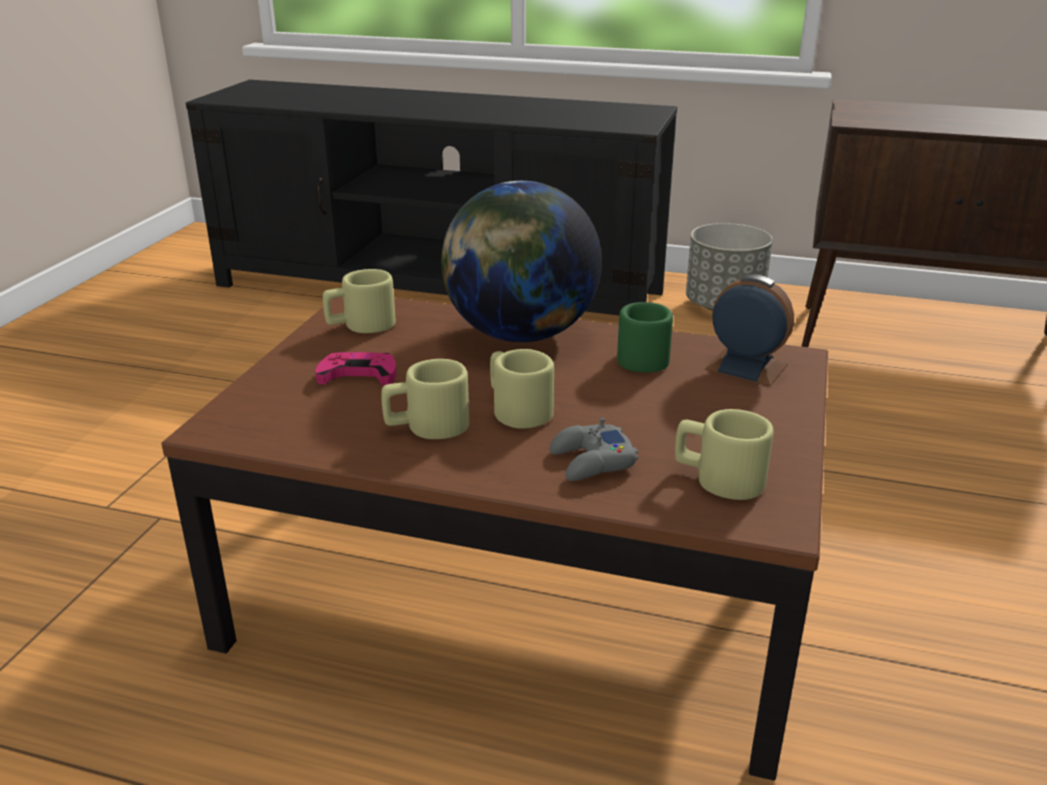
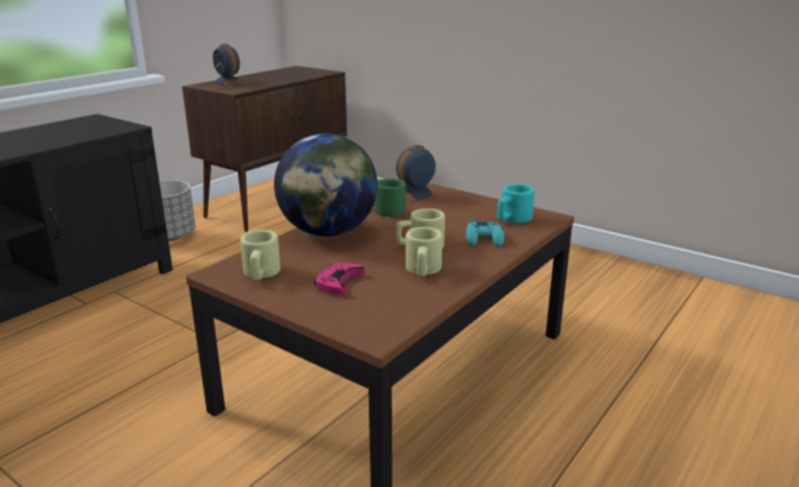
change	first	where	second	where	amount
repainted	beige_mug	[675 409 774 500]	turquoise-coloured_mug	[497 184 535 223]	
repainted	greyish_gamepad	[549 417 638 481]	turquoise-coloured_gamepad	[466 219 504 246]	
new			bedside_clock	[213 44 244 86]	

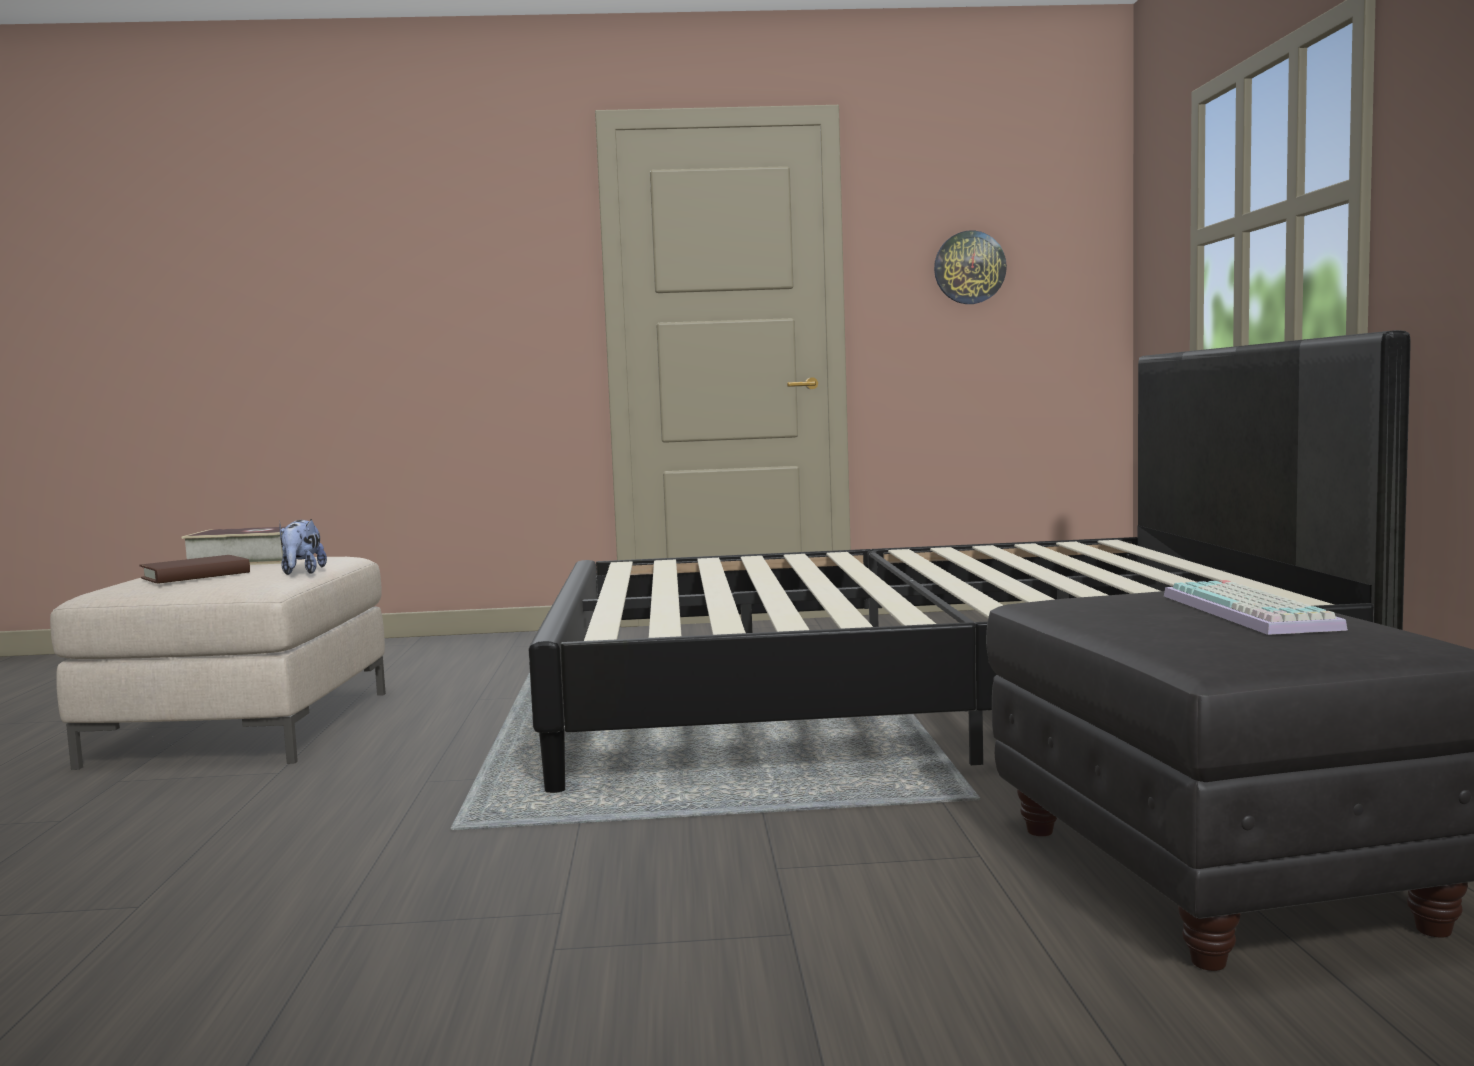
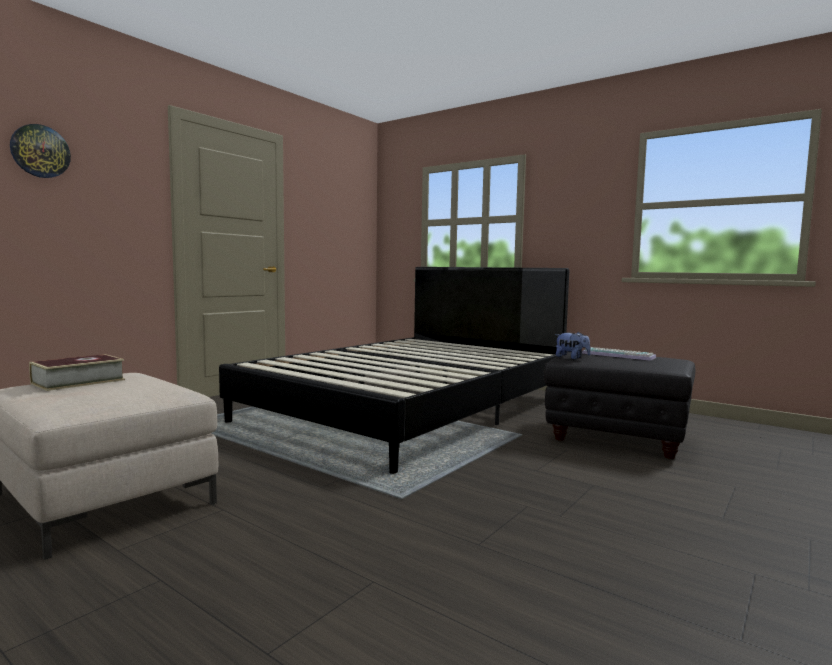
change	first	where	second	where	amount
shifted	wall_clock	[934 230 1007 304]		[10 124 71 178]	
shifted	cuddly_toy	[280 519 327 575]		[555 332 591 359]	
gone	brown-coloured_bound_book	[140 555 250 584]			

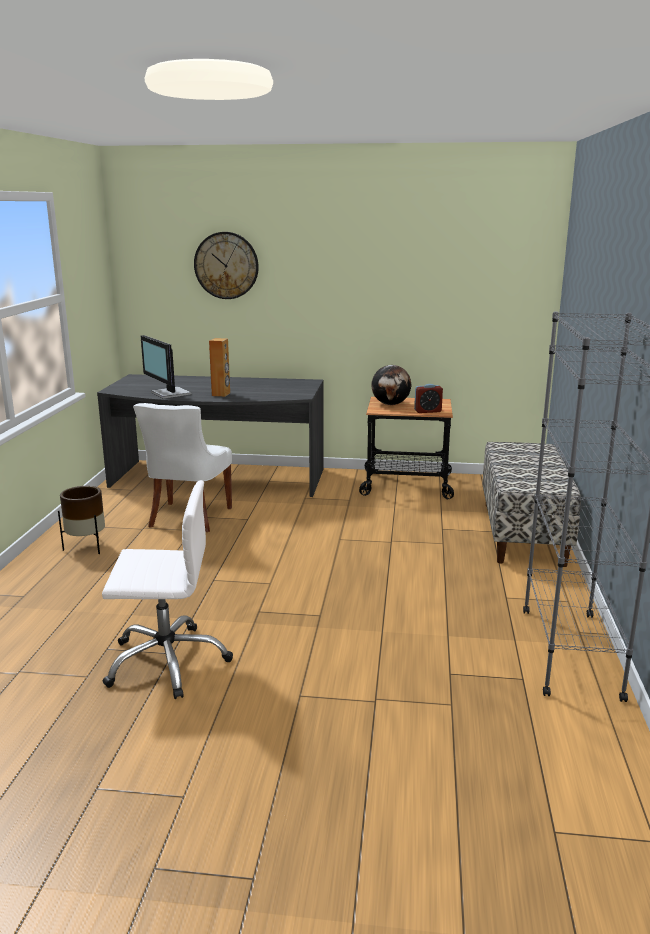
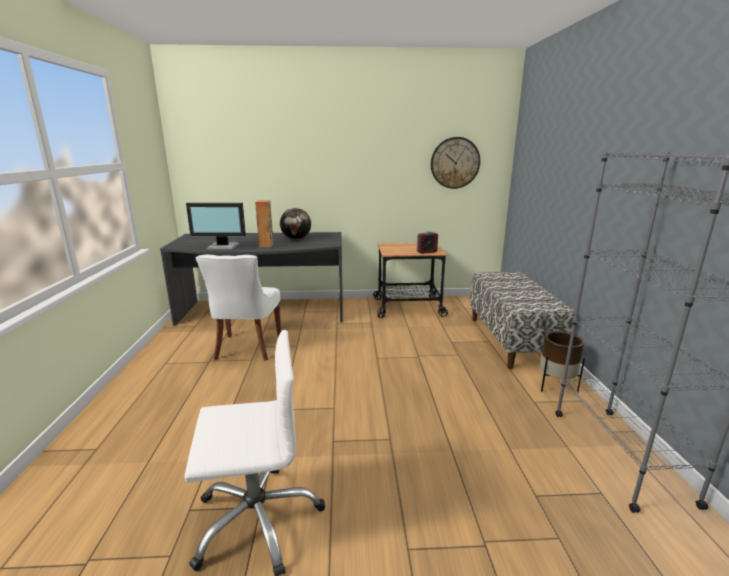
change	first	where	second	where	amount
shifted	wall_clock	[194 232 259 299]		[431 137 480 189]	
rotated	computer_screen	[141 335 191 399]		[186 203 246 250]	45 degrees counterclockwise
shifted	desk_globe	[371 365 411 405]		[280 208 311 240]	
shifted	brown-coloured_planter	[58 486 105 554]		[540 331 585 392]	

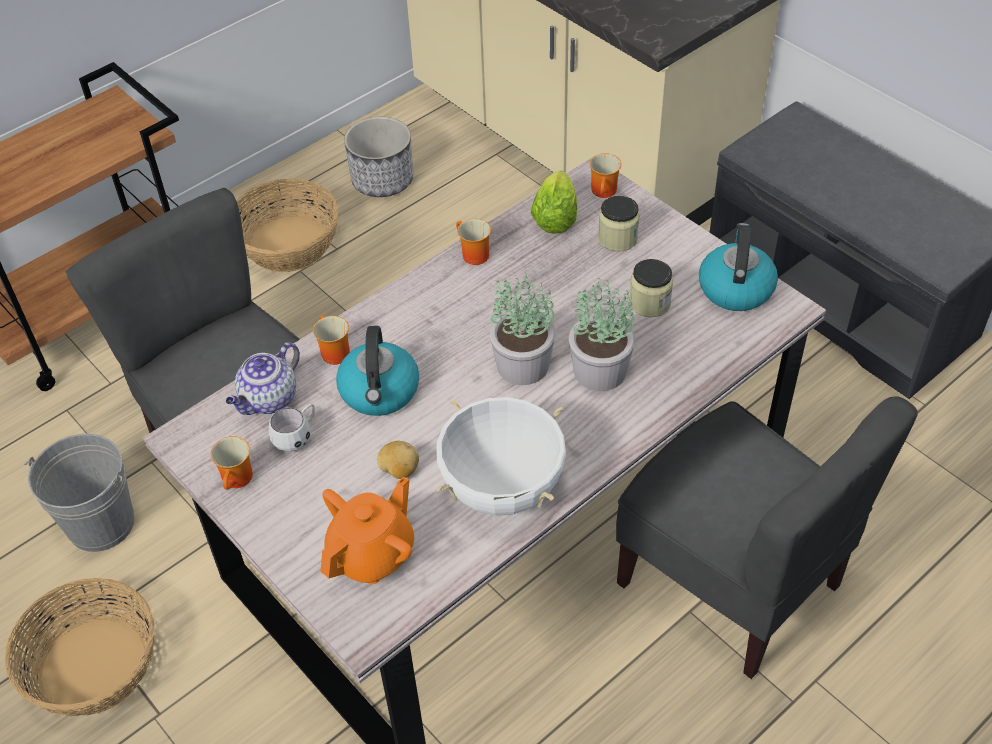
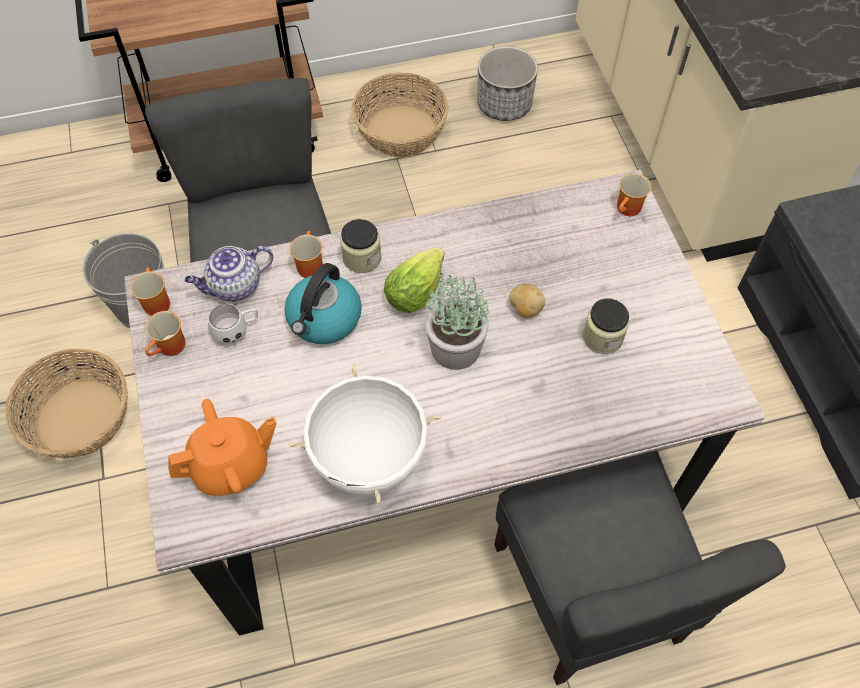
change	first	where	second	where	amount
shifted	lettuce	[531 170 577 234]		[384 247 444 313]	
shifted	jar	[598 196 640 252]		[340 219 381 273]	
shifted	mug	[456 219 491 265]		[130 267 170 316]	
gone	tea_kettle	[699 223 778 311]			
gone	plant_in_a_pot	[569 278 635 391]			
shifted	spud	[377 441 419 479]		[509 284 545 318]	

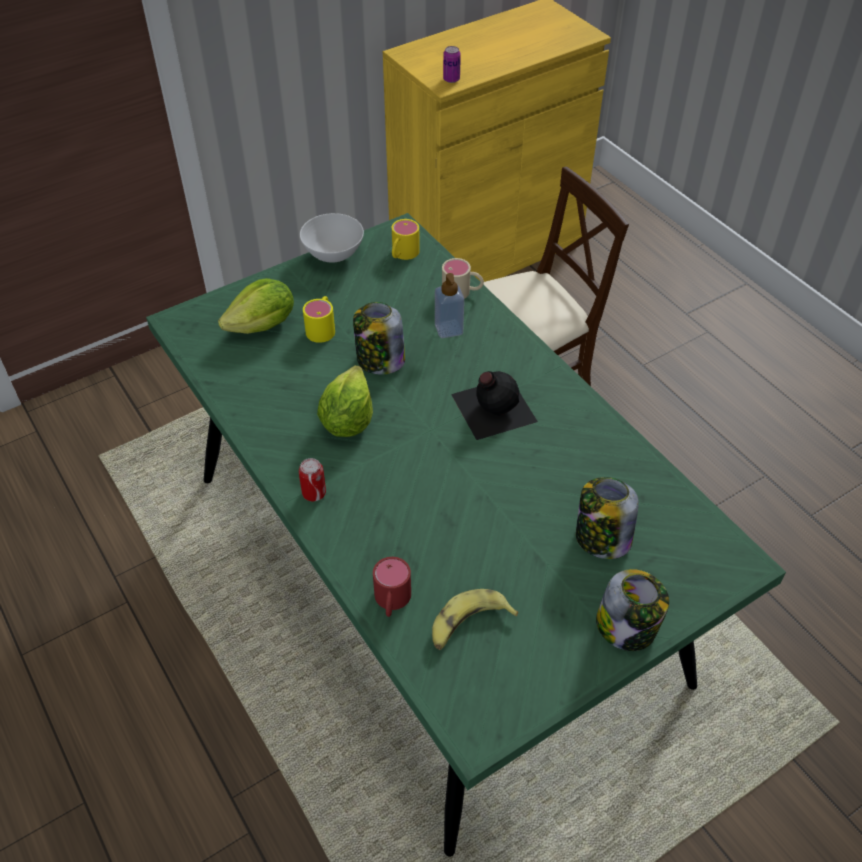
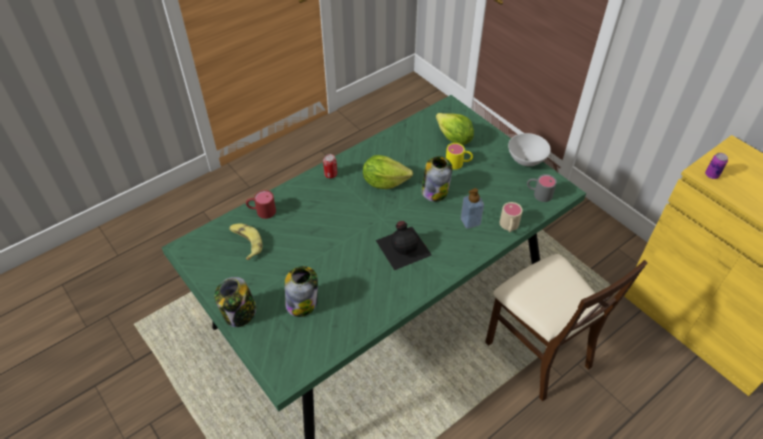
change	first	where	second	where	amount
repainted	yellowish_mug	[392 219 420 260]	greyish_mug	[527 174 557 202]	

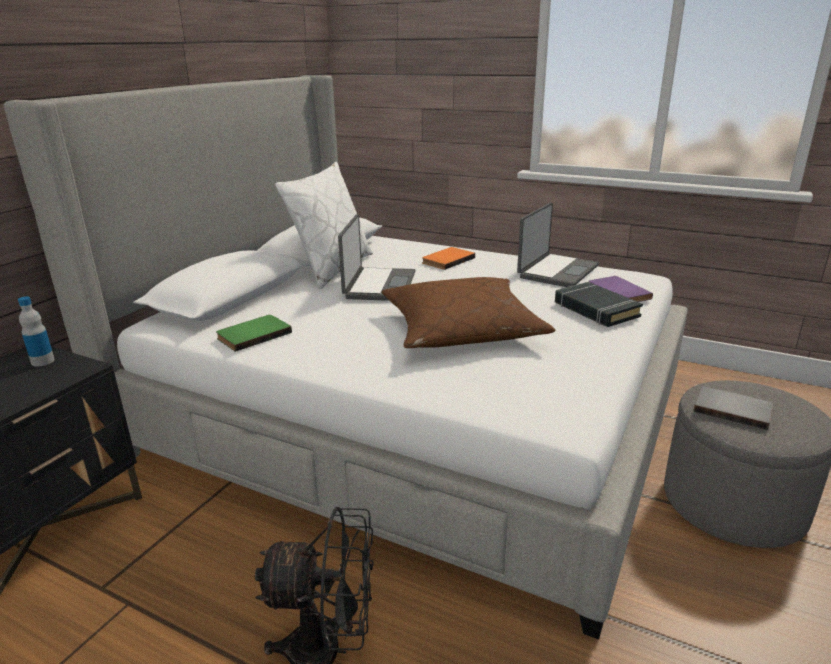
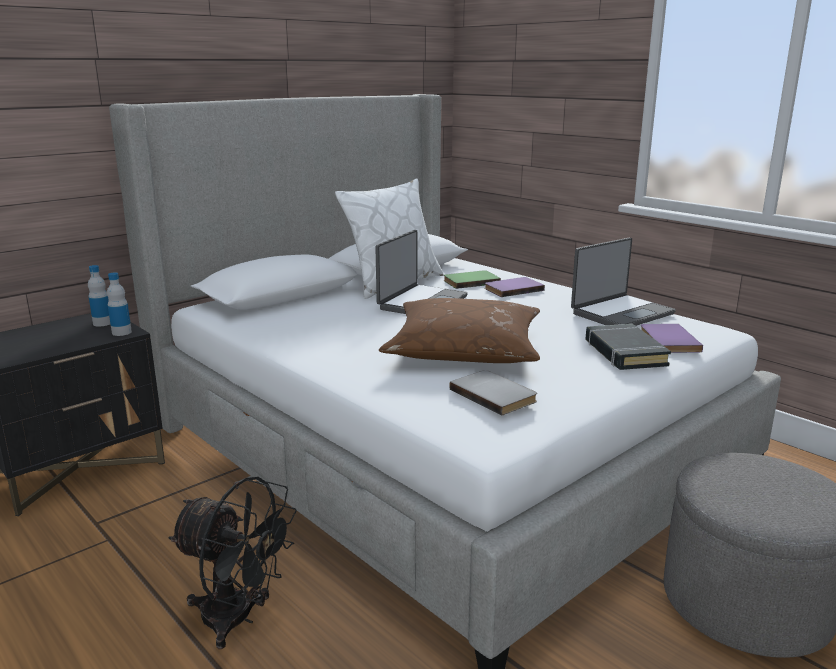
change	first	where	second	where	amount
repainted	orange-coloured_bound_book	[422 247 475 270]	purple_bound_book	[485 277 545 297]	
shifted	green-coloured_bound_book	[216 315 292 352]		[444 270 501 289]	
shifted	greyish_bound_book	[693 386 773 430]		[449 370 537 415]	
new			bottle	[107 272 132 336]	

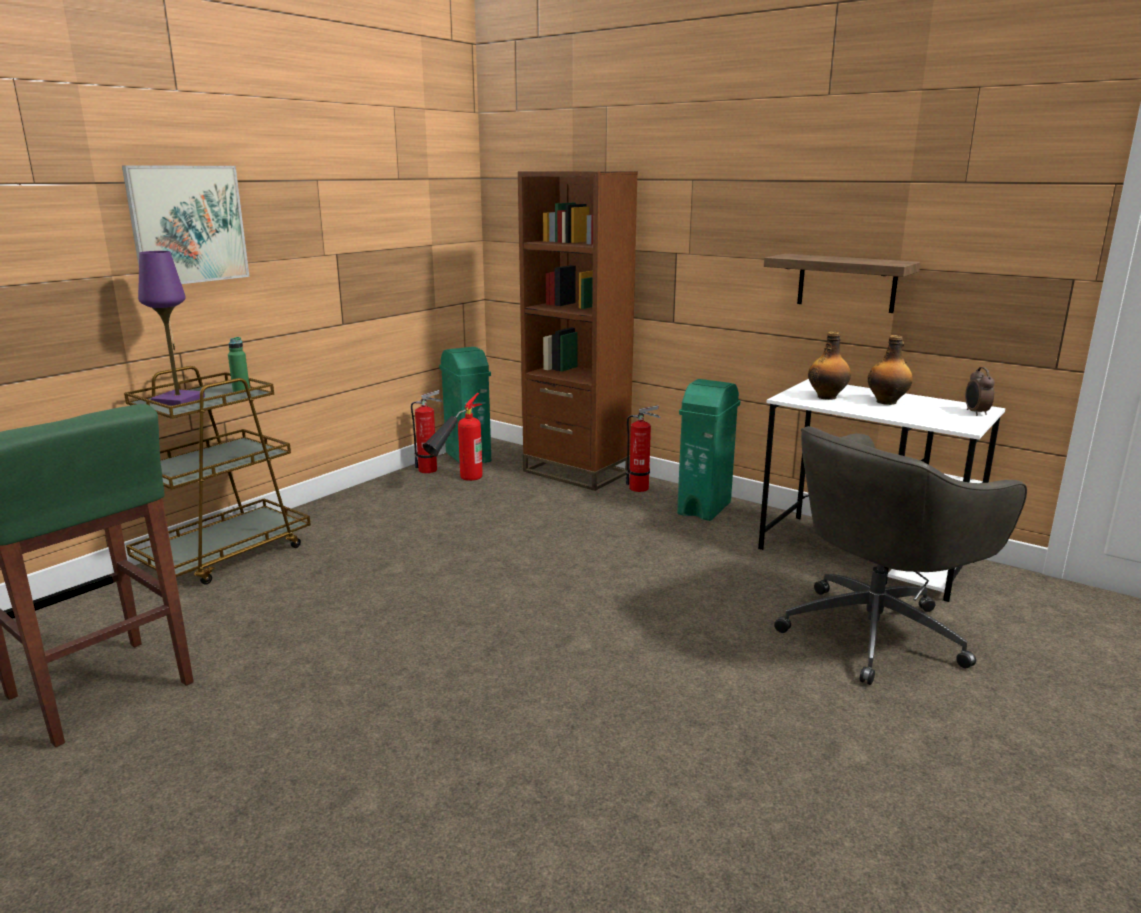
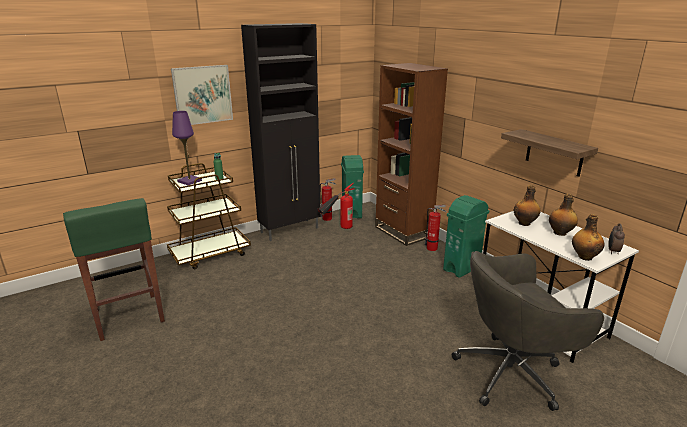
change	first	where	second	where	amount
new			blackish_cabinet	[241 23 321 241]	
new			bottle	[572 214 604 261]	

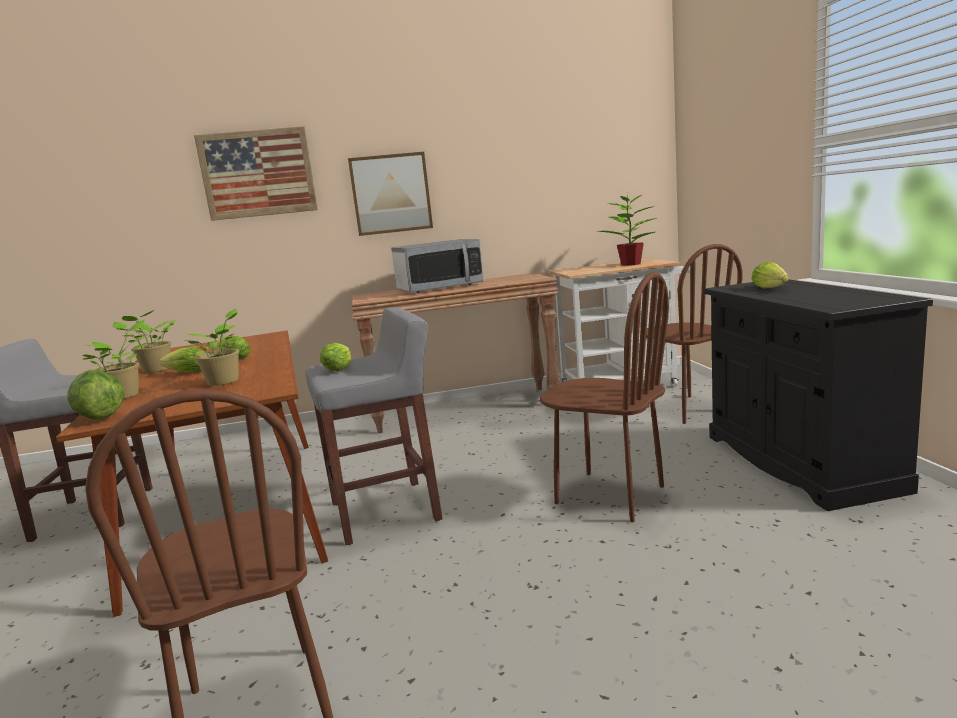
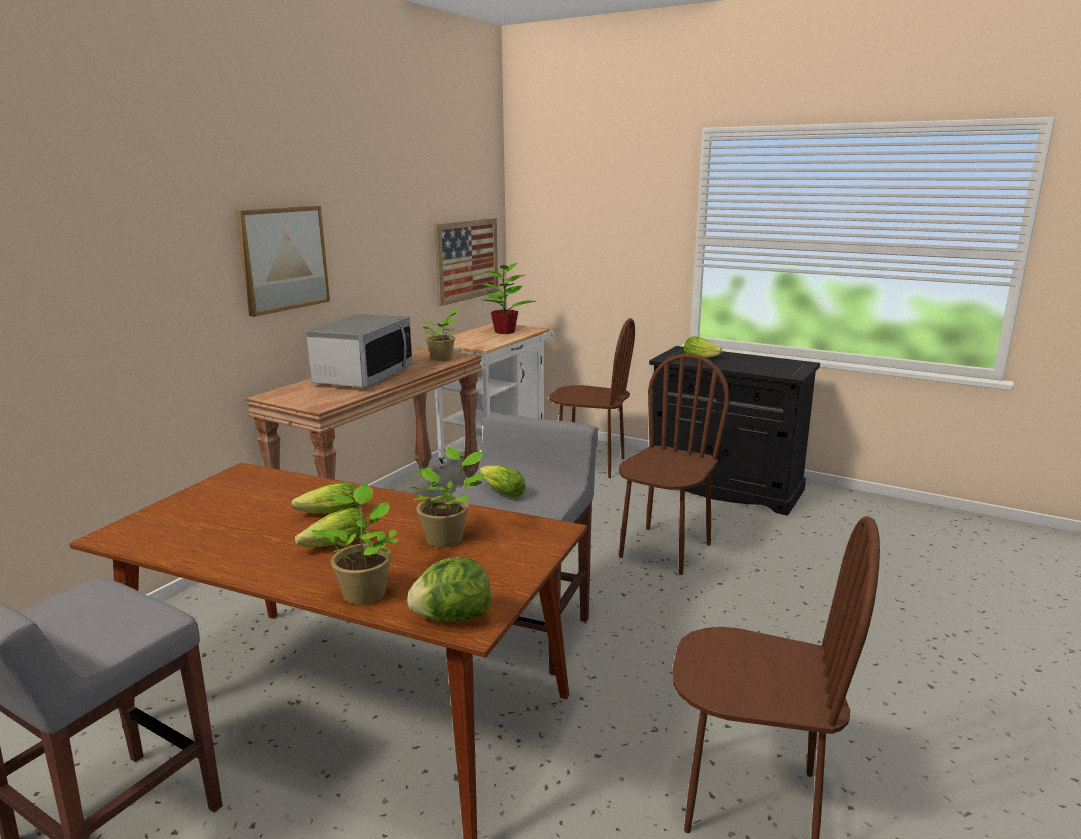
change	first	where	second	where	amount
shifted	picture	[194 126 318 221]		[434 218 498 306]	
rotated	brown-coloured_chair	[540 272 669 522]		[619 354 730 575]	45 degrees counterclockwise
shifted	plant_in_a_pot	[119 310 176 373]		[421 309 458 361]	

